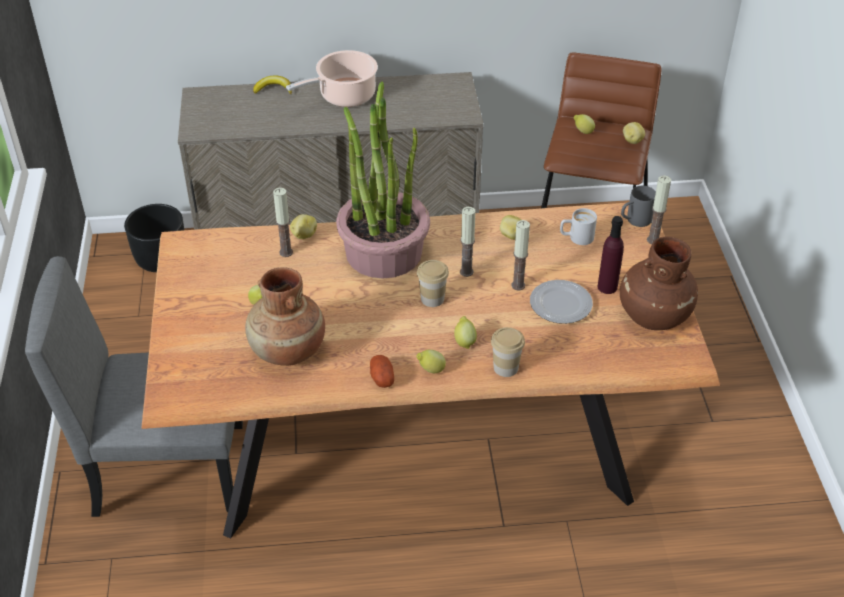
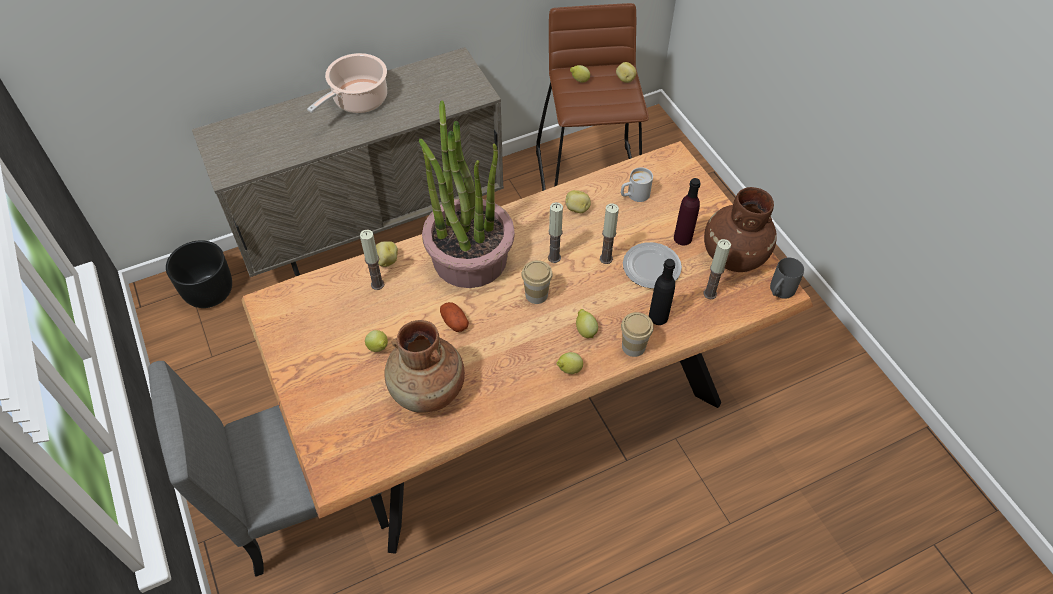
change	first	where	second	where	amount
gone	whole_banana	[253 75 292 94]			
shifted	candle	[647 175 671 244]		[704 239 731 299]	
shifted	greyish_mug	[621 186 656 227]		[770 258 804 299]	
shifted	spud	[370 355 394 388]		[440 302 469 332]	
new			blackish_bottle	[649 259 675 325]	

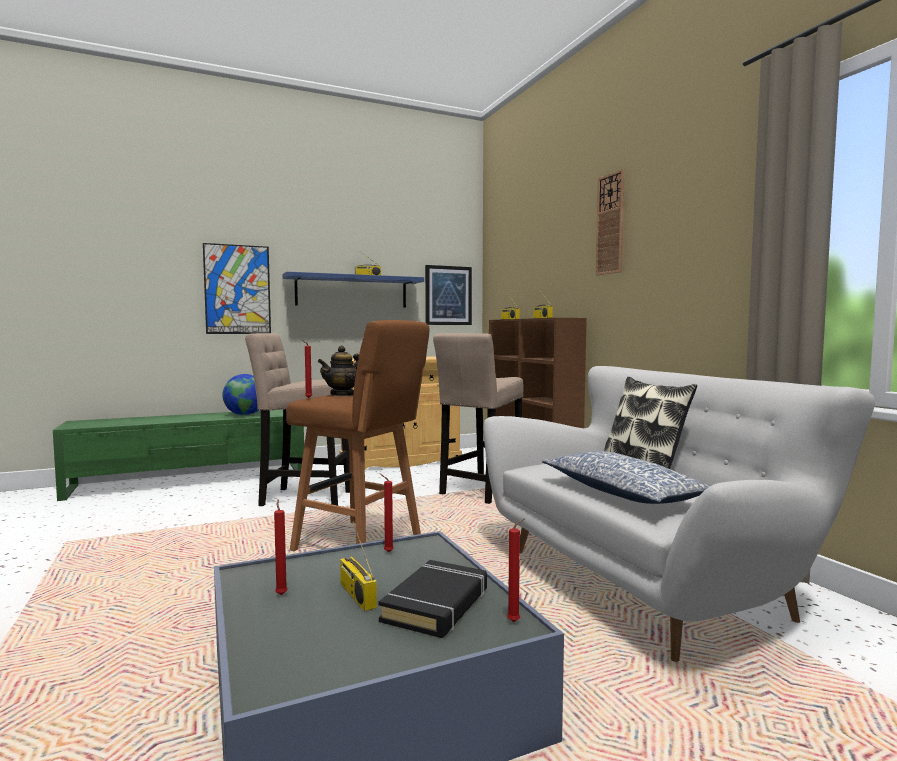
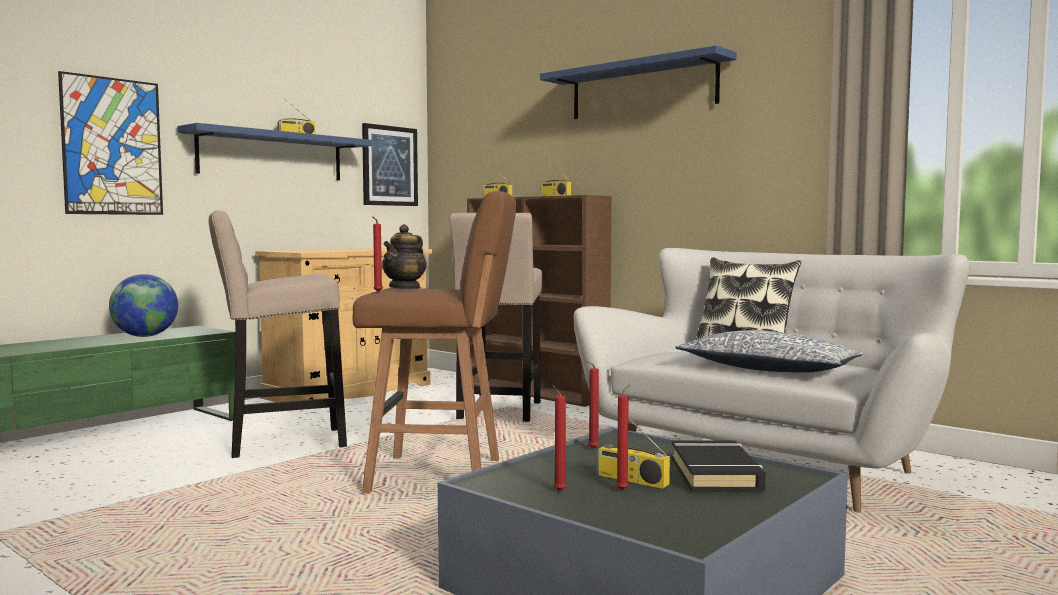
change	first	where	second	where	amount
swapped	wall_clock	[596 169 625 275]	bluish_bracket_shelf	[540 45 737 119]	
shifted	red-coloured_candle	[507 518 525 622]		[616 384 631 490]	

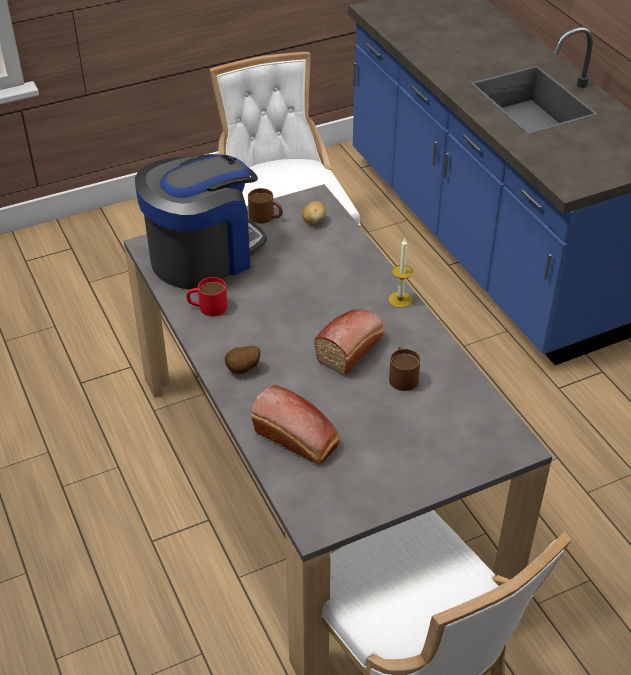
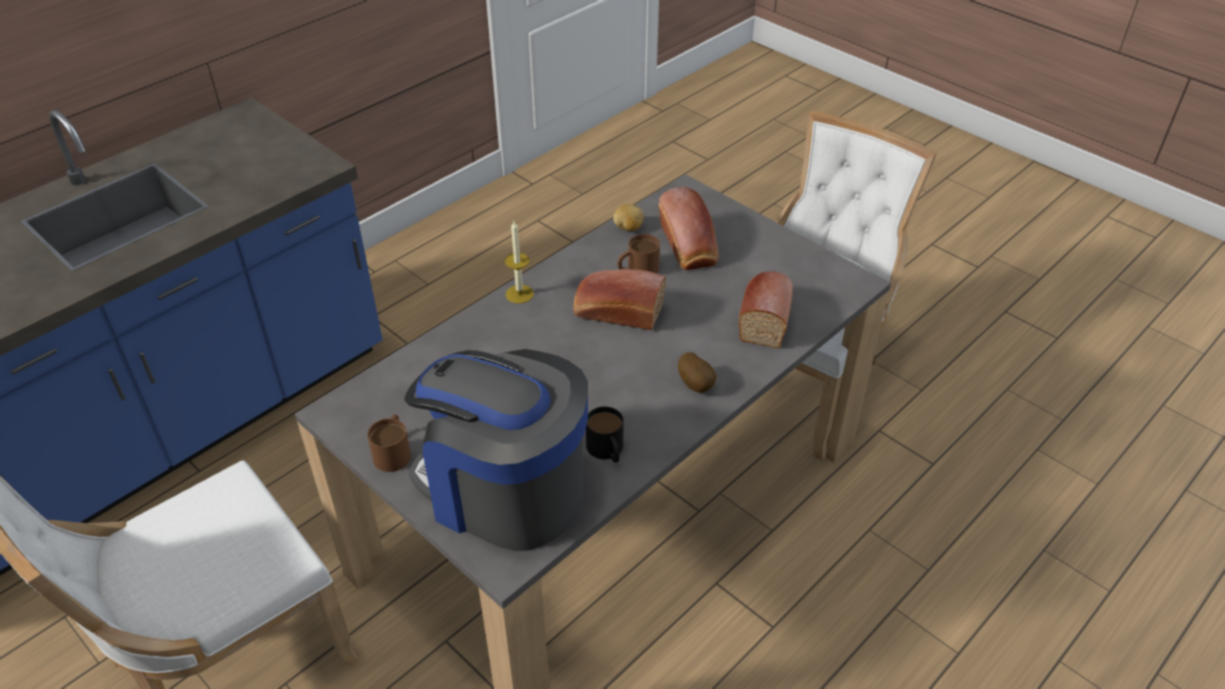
change	first	where	second	where	amount
shifted	spud	[302 201 326 224]		[613 204 644 231]	
repainted	red-coloured_mug	[186 277 227 316]	blackish_mug	[586 406 623 463]	
new			baked_bread	[658 187 718 270]	

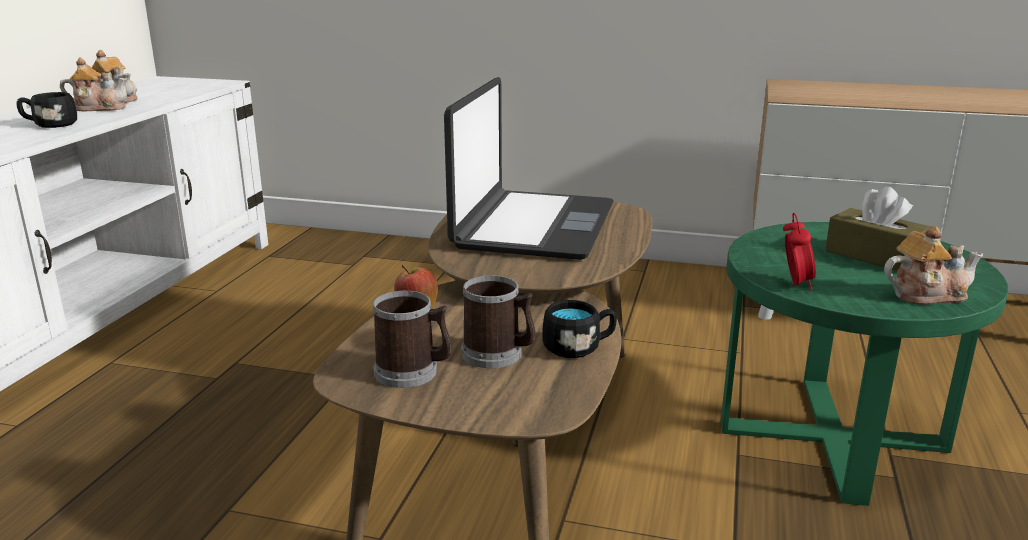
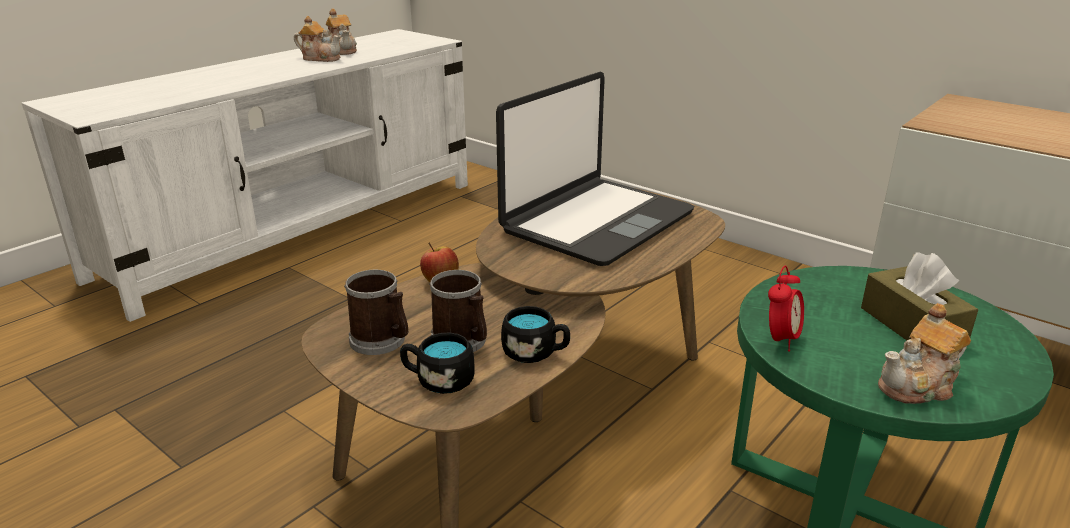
change	first	where	second	where	amount
shifted	blackish_mug	[17 92 77 128]		[400 332 475 394]	
rotated	pot_for_tea	[884 226 983 305]		[878 303 971 404]	135 degrees clockwise

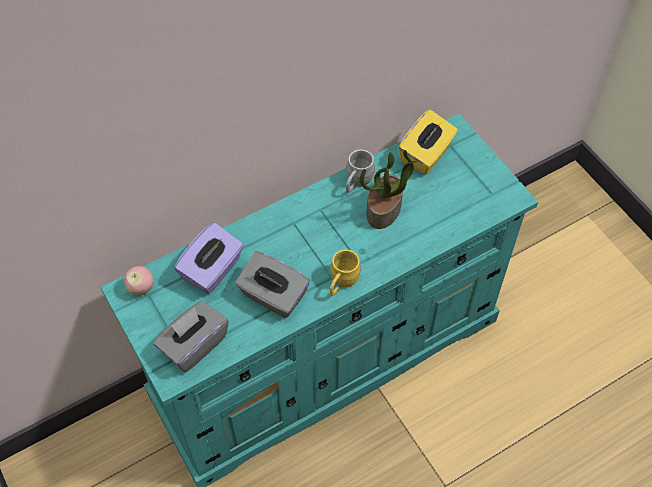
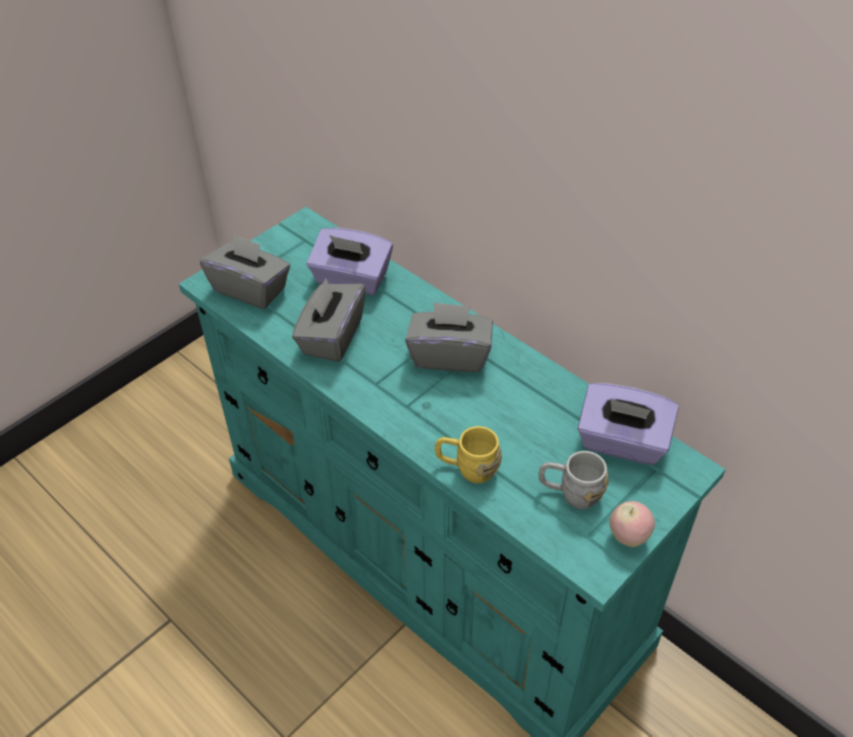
change	first	where	second	where	amount
repainted	yellowish_tissue_holder	[398 110 458 174]	purple_tissue_holder	[577 383 679 465]	
shifted	greyish_mug	[346 149 375 193]		[538 451 609 509]	
gone	plant_in_a_pot	[359 150 417 229]			
shifted	yellowish_mug	[330 249 361 296]		[435 426 502 483]	
shifted	apple	[124 266 154 296]		[609 501 655 547]	
new			greyish_tissue_holder	[405 302 493 372]	

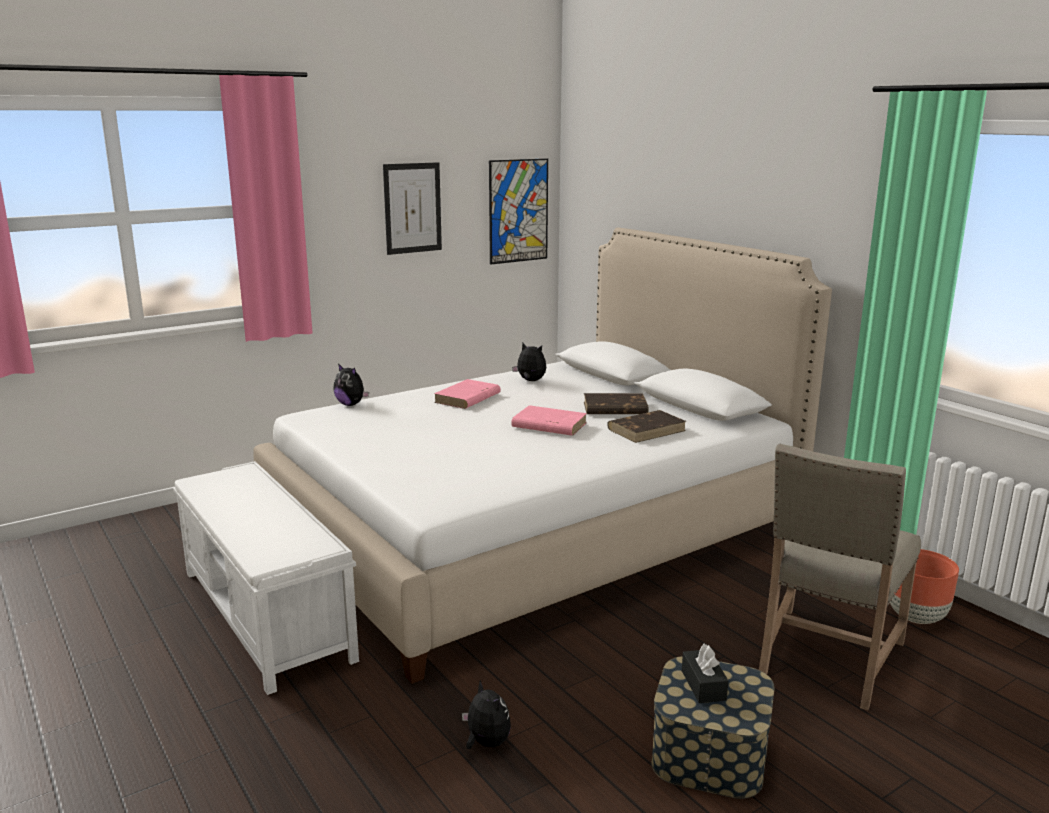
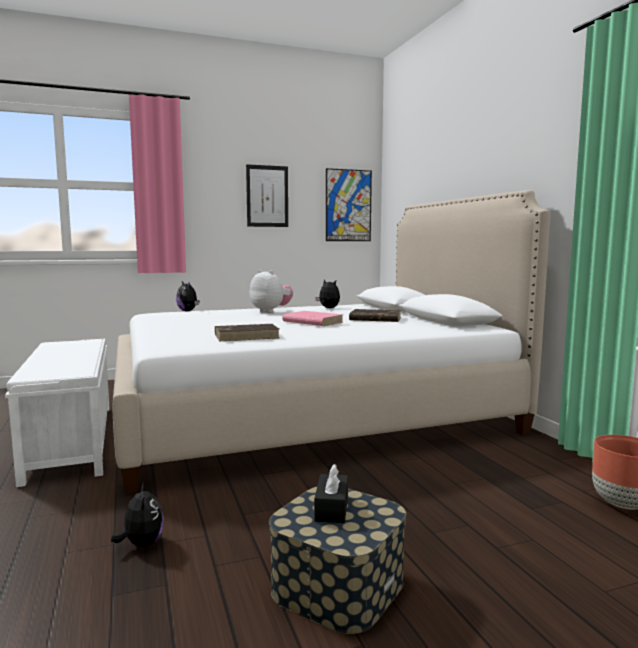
change	first	where	second	where	amount
swapped	pinkish_bound_book	[434 379 501 409]	cuddly_toy	[249 270 293 313]	
shifted	brown-coloured_bound_book	[607 410 687 443]		[215 324 279 341]	
gone	beige_chair	[759 444 921 711]			

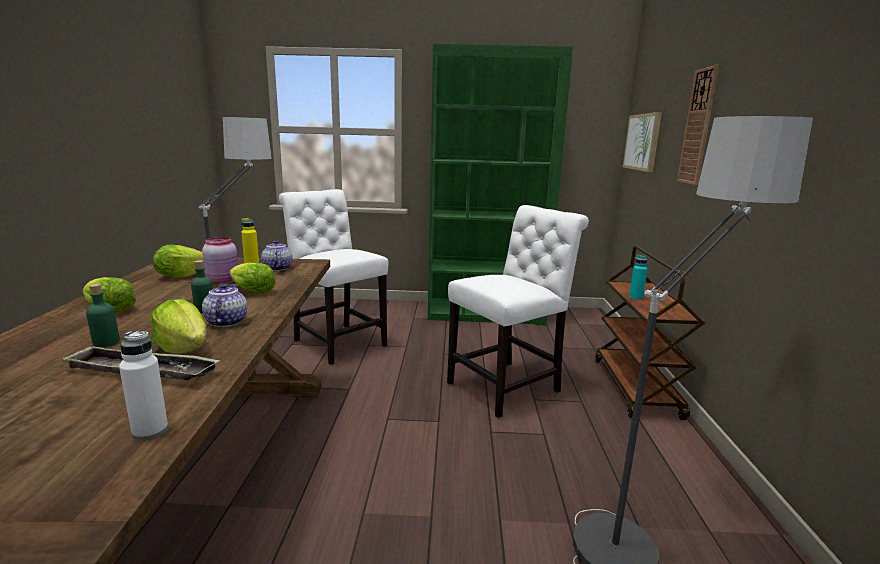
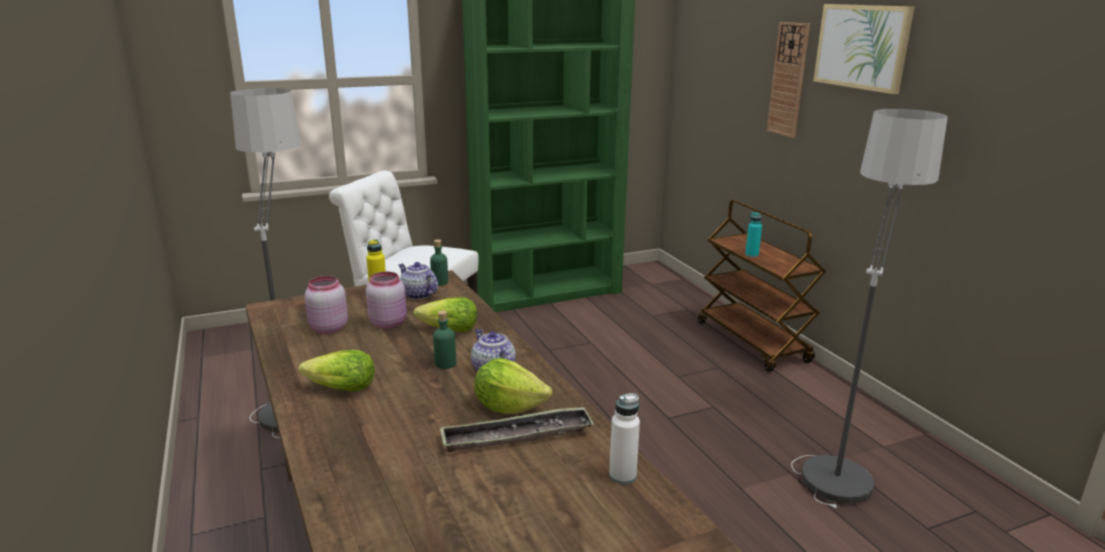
change	first	where	second	where	amount
shifted	picture	[623 112 662 172]		[813 4 915 94]	
gone	whitish_chair	[447 205 589 418]			
swapped	lettuce	[153 245 204 277]	pinkish_jar	[305 276 348 334]	
shifted	green-coloured_bottle	[86 283 120 347]		[430 239 448 286]	

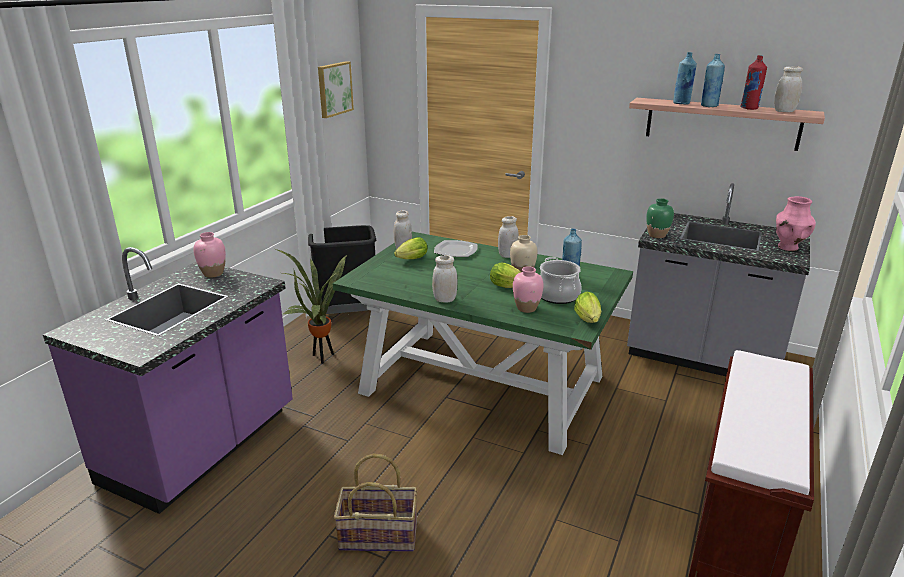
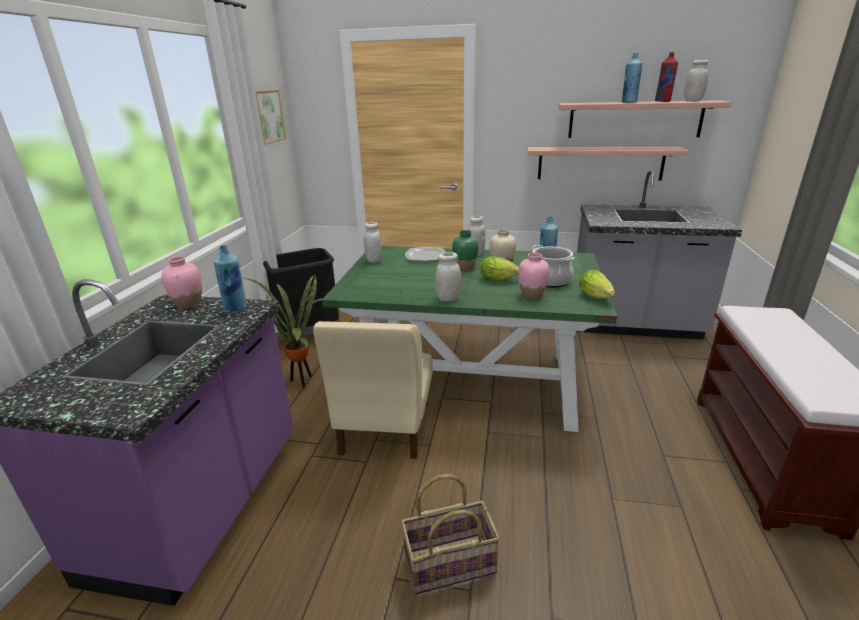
change	first	where	second	where	amount
shifted	bluish_bottle	[673 52 697 105]		[214 245 247 313]	
gone	pinkish_flower_vase	[776 196 816 251]			
shifted	green-coloured_flower_vase	[646 198 674 238]		[452 230 479 271]	
gone	lettuce	[394 237 428 259]			
new			bracket_shelf	[528 147 689 180]	
new			beige_chair	[313 321 433 459]	

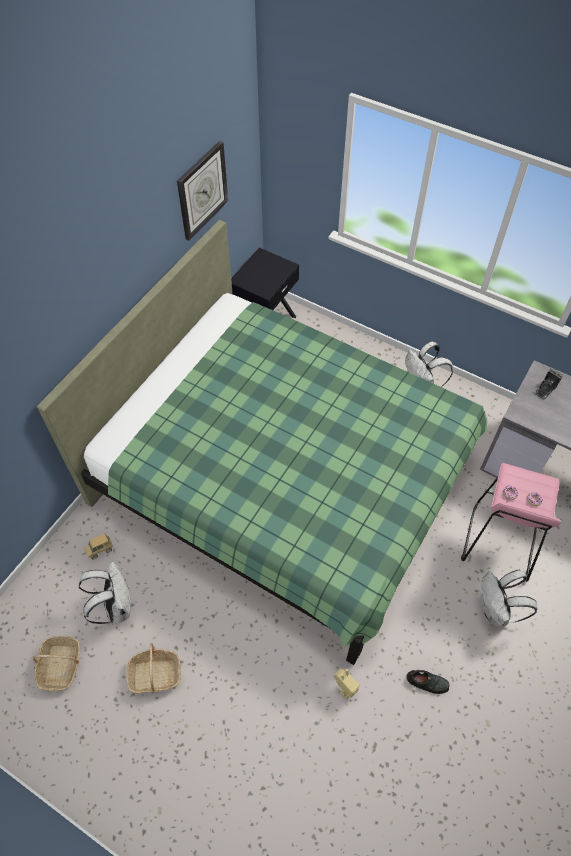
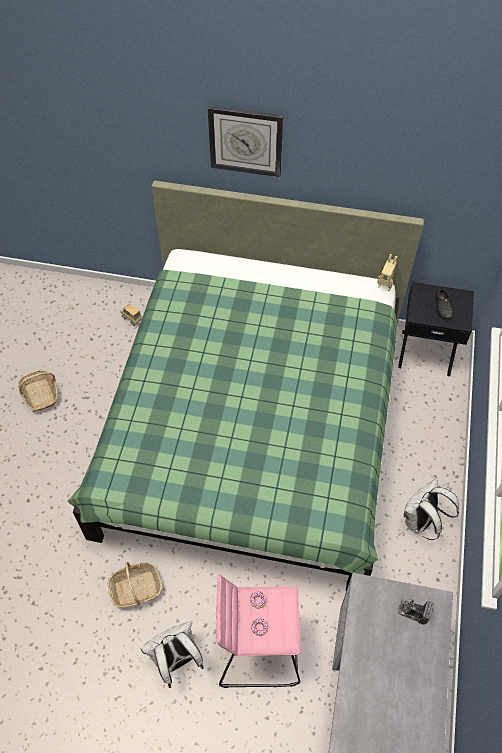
change	first	where	second	where	amount
shifted	wall_clock	[177 141 228 241]		[208 106 283 177]	
gone	whitish_rucksack	[79 562 130 624]			
shifted	household_basket	[33 636 80 691]		[107 562 162 608]	
shifted	robot_figure	[334 668 360 699]		[377 254 397 291]	
shifted	blackish_item_of_footwear	[407 670 449 694]		[435 287 453 322]	

